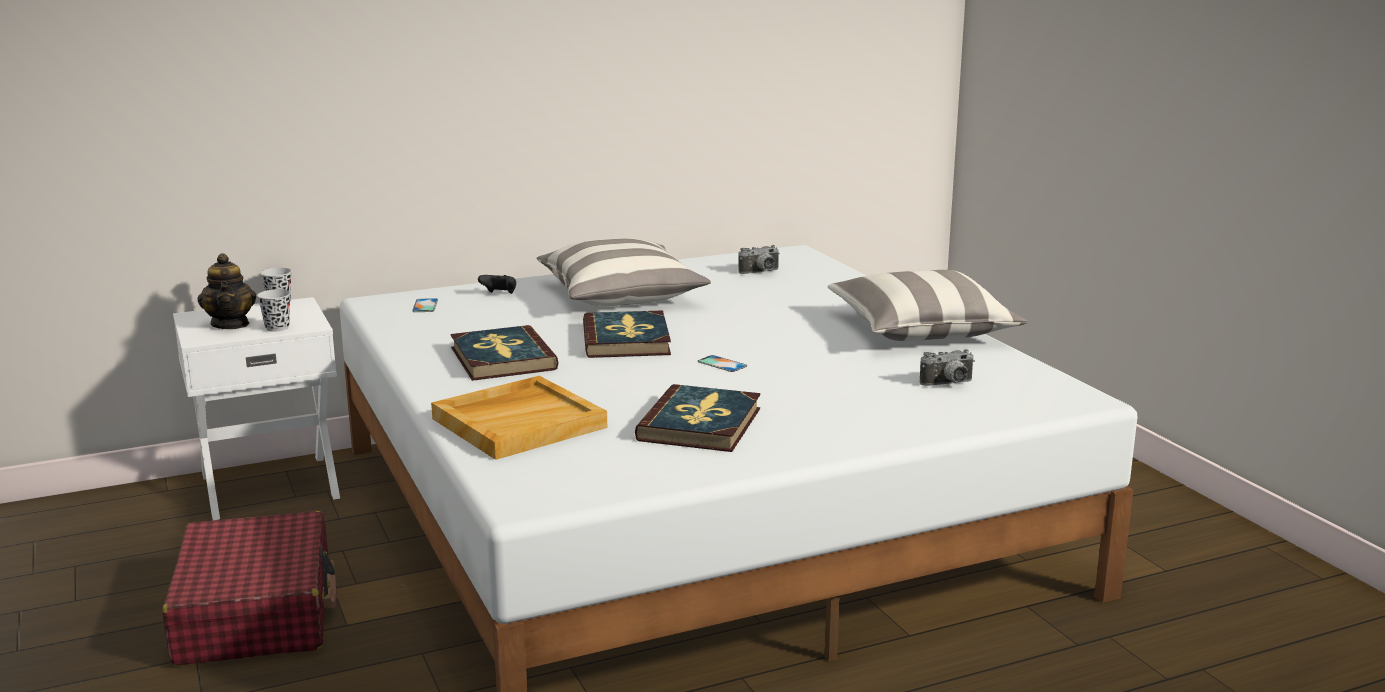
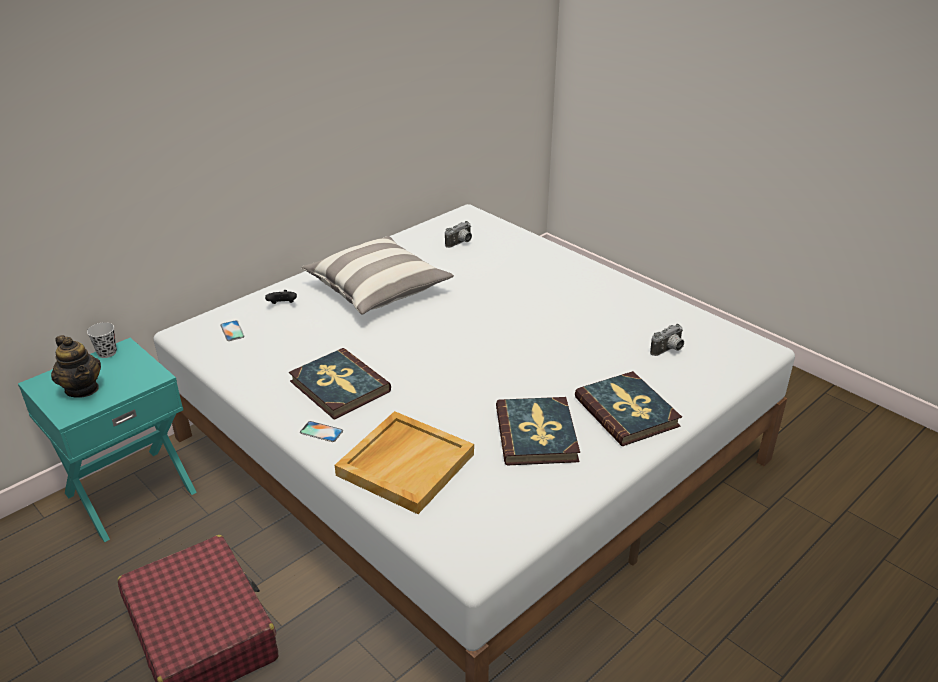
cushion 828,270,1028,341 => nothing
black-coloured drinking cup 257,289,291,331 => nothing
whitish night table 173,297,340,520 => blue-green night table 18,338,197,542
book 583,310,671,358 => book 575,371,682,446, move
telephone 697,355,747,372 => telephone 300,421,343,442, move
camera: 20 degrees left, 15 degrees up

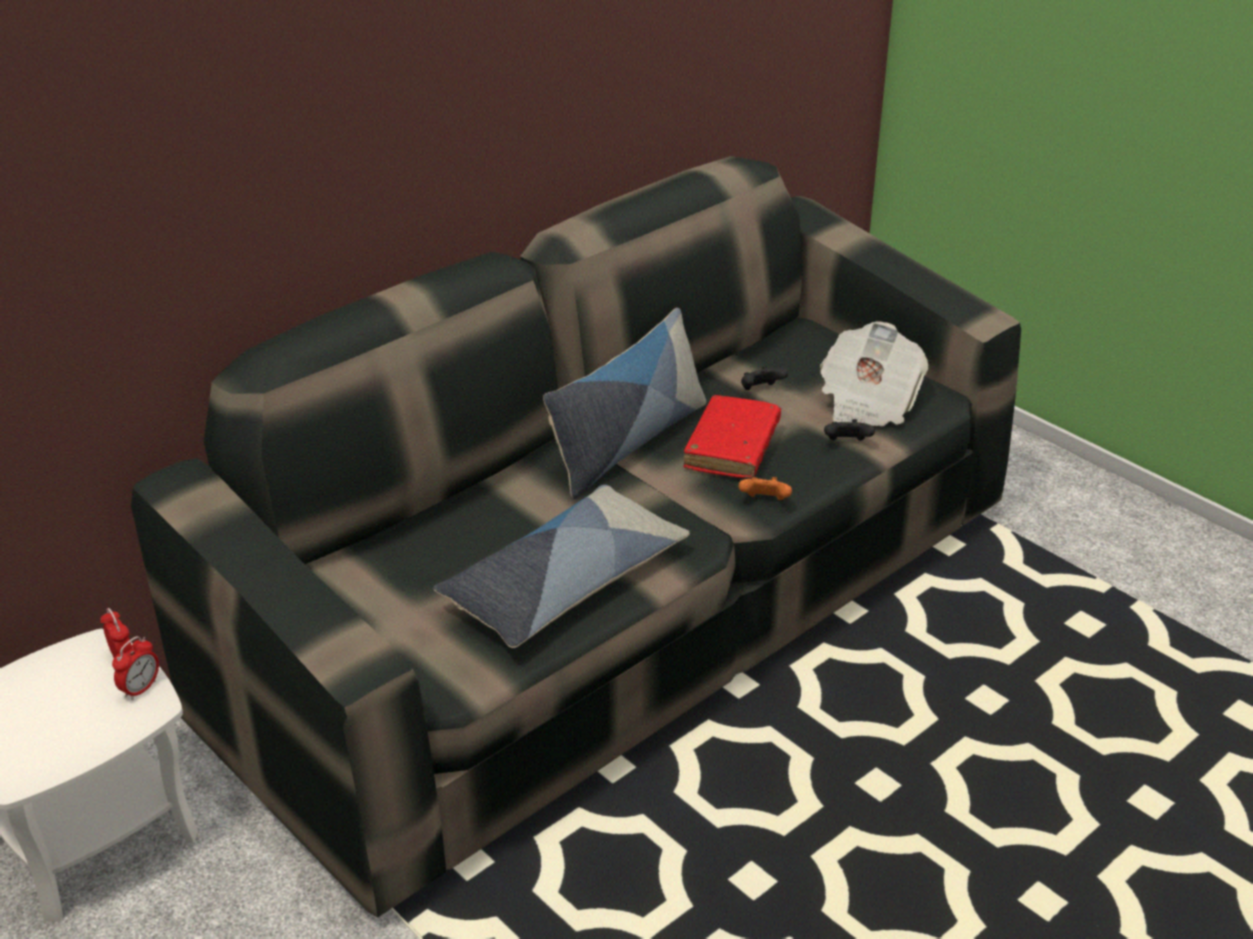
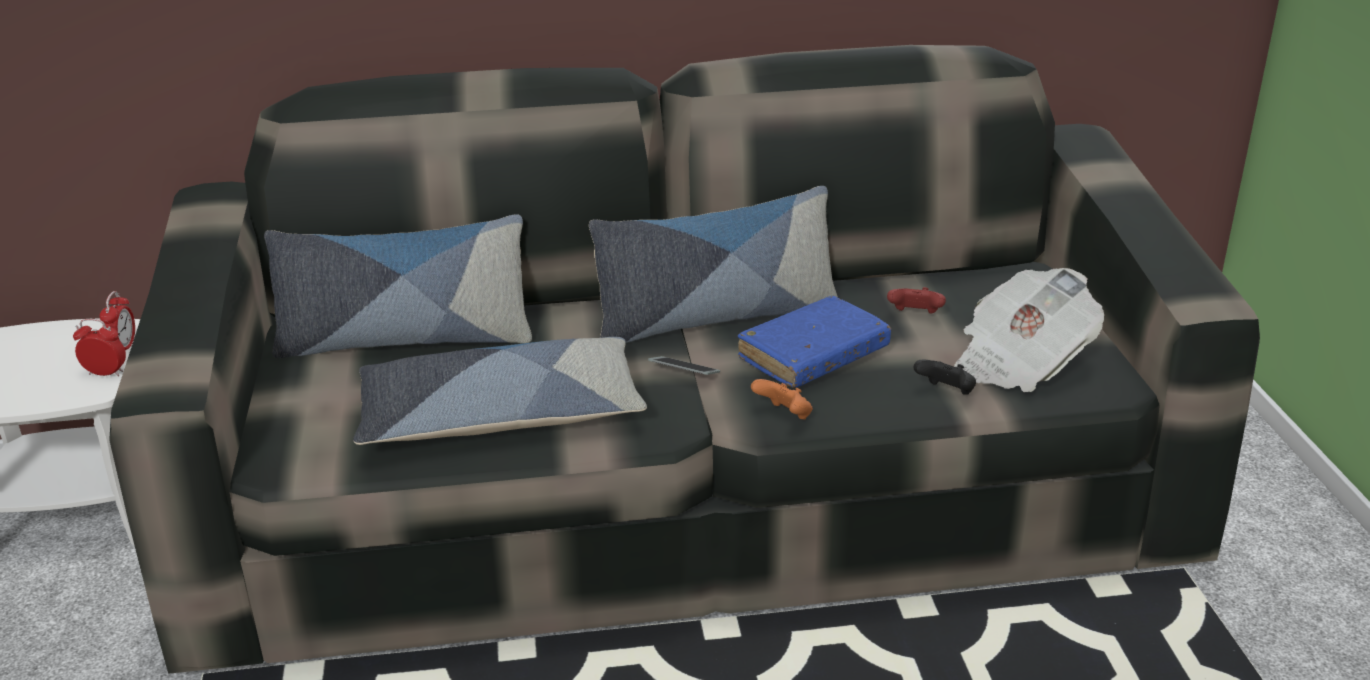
black-coloured joypad 741,366,788,390 => reddish joypad 887,287,946,314
reddish book 683,395,781,478 => blue-coloured book 737,296,891,388
bedside clock 112,636,159,700 => bedside clock 73,319,126,376, 150 degrees counterclockwise
nothing => cushion 264,214,532,358
nothing => telephone 648,356,720,375
camera: 35 degrees right, 5 degrees down

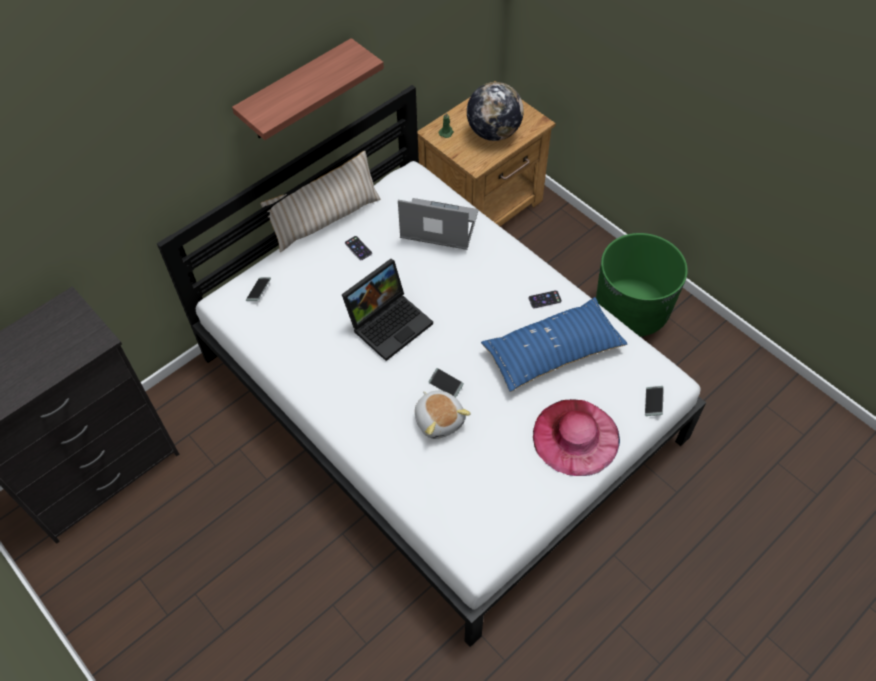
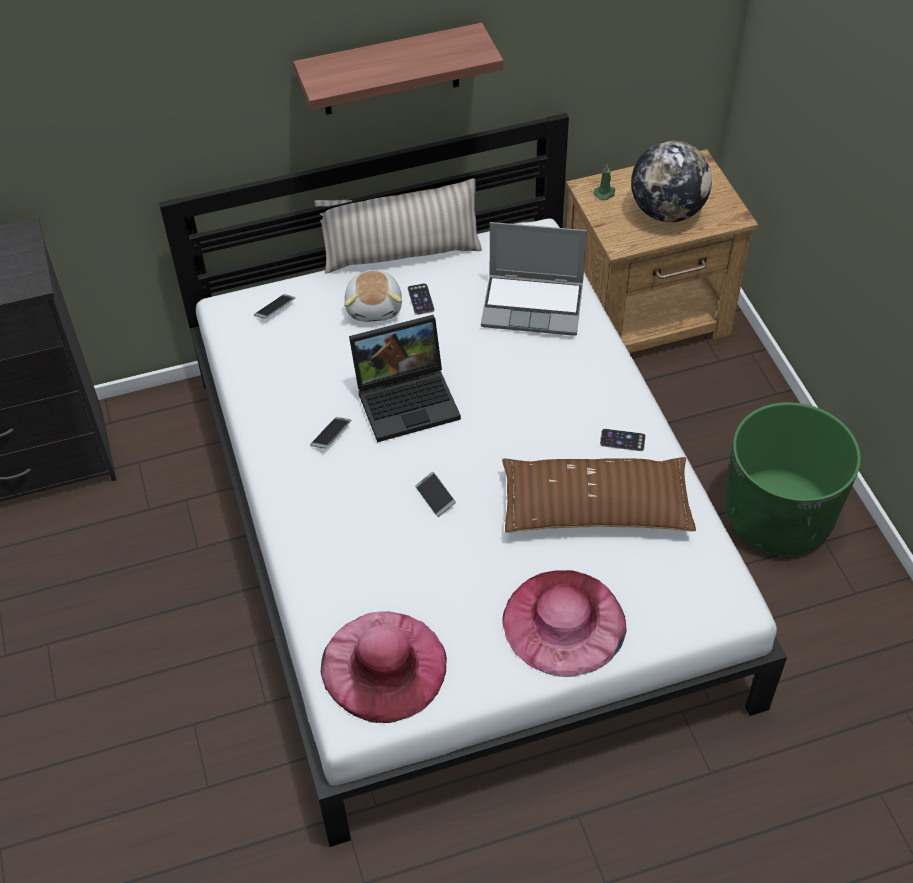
notebook computer 398,198,479,250 => notebook computer 481,222,587,336, 150 degrees clockwise
blue-coloured cushion 481,297,628,392 => brown-coloured cushion 502,457,696,533
telephone 645,386,664,416 => telephone 310,417,351,449, move
plush toy 415,391,471,439 => plush toy 344,270,402,322, move
nothing => pink clothing hat 321,611,447,723
camera: 25 degrees right, 5 degrees down

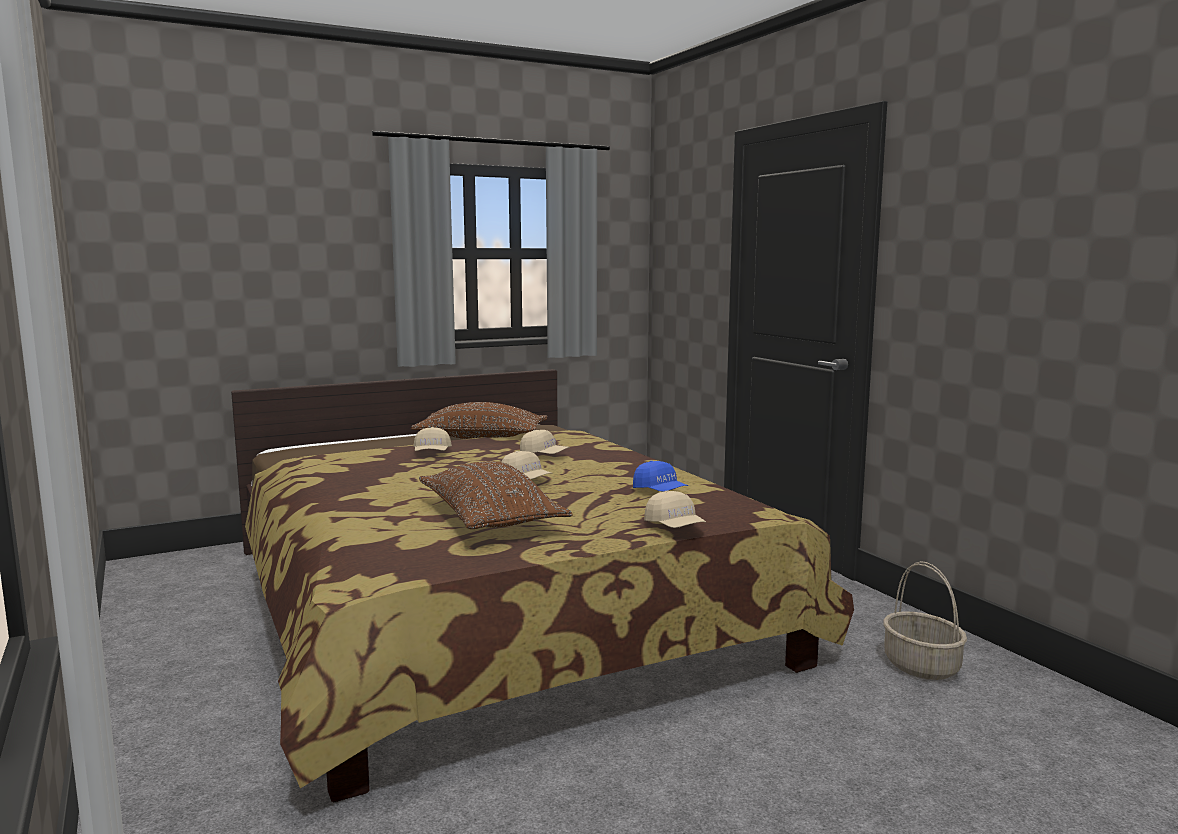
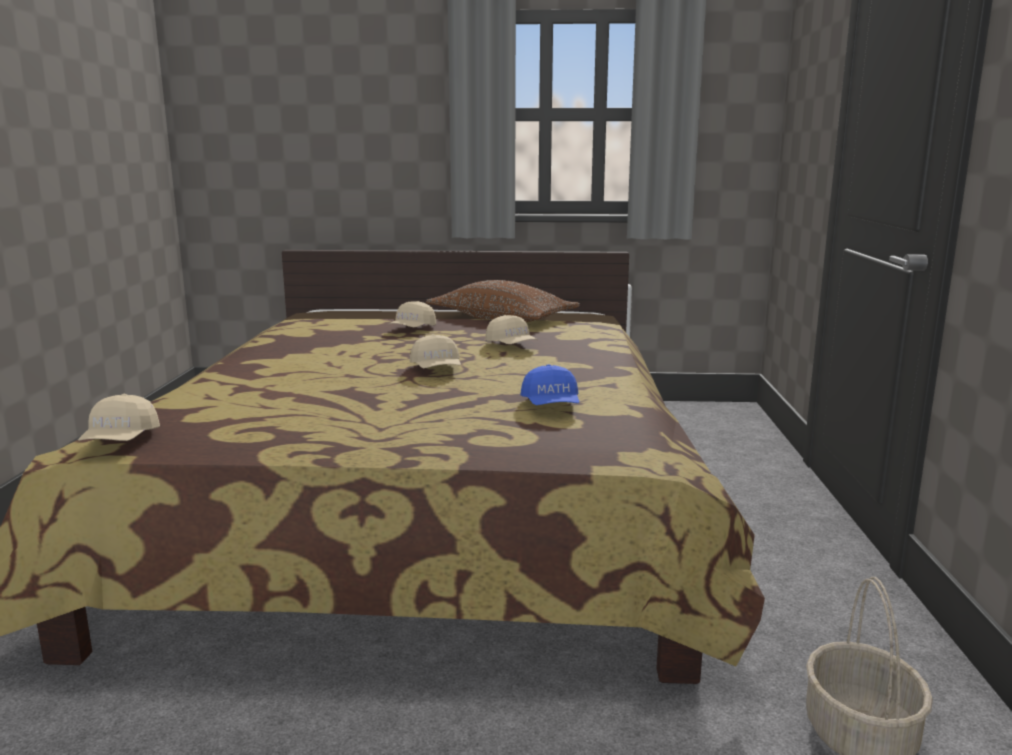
brown-coloured cushion 419,461,573,529 => nothing
beige peaked cap 644,491,706,528 => beige peaked cap 78,394,160,441, move
camera: 30 degrees right, 5 degrees up

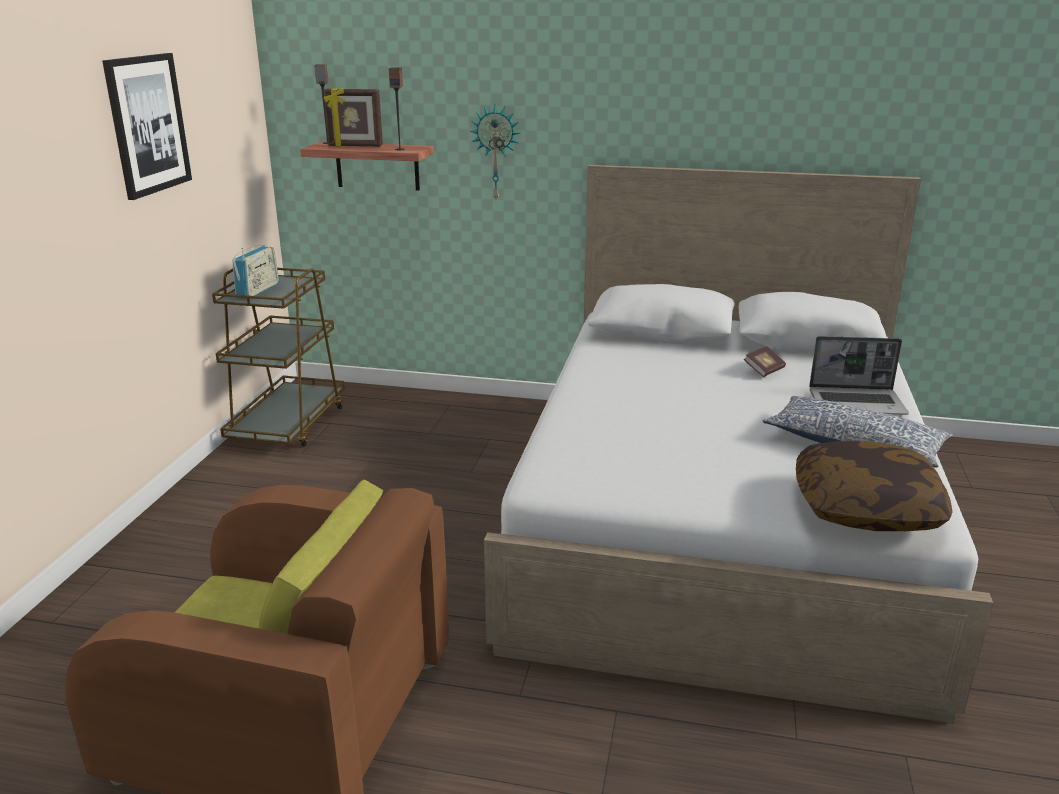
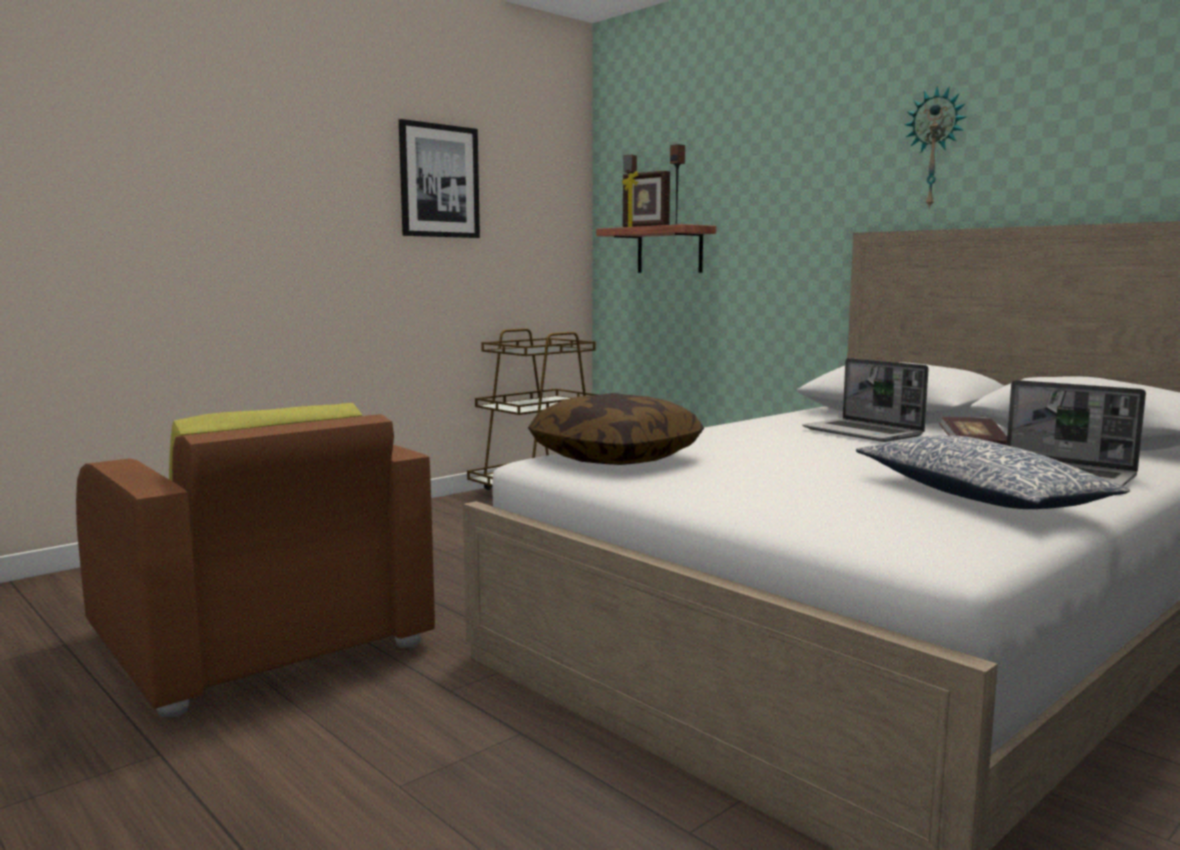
wall clock 470,105,520,200 => wall clock 904,86,967,209, move
radio set 232,245,279,299 => nothing
cushion 796,441,952,531 => cushion 528,393,704,465, move
nothing => notebook computer 803,358,929,442
camera: 35 degrees right, 15 degrees down

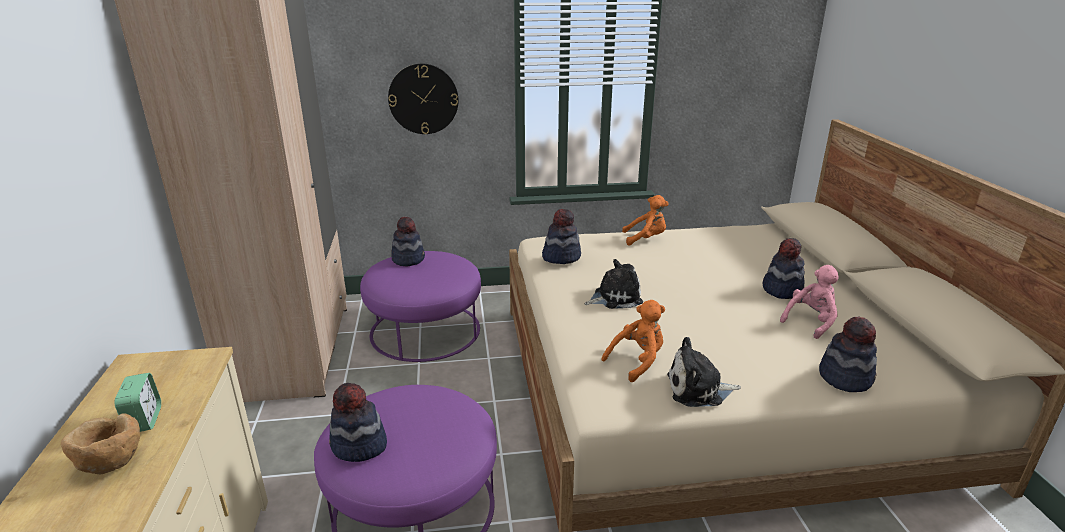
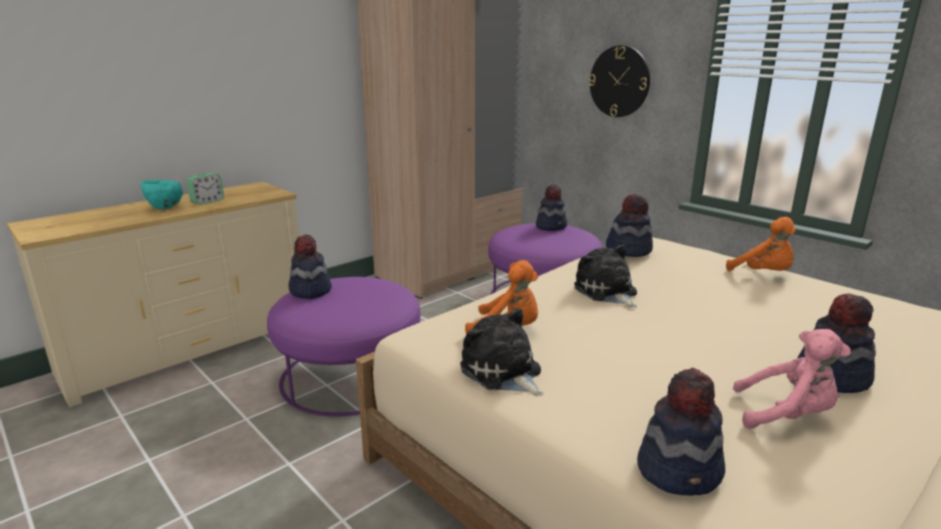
plush toy 585,259,643,309 => plush toy 574,244,637,307, 150 degrees counterclockwise
brown-coloured bowl 61,413,140,474 => blue-green bowl 141,180,183,210
camera: 55 degrees right, 5 degrees down

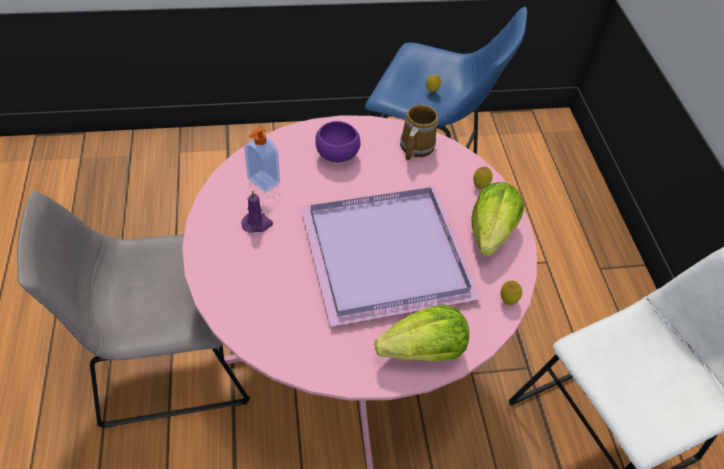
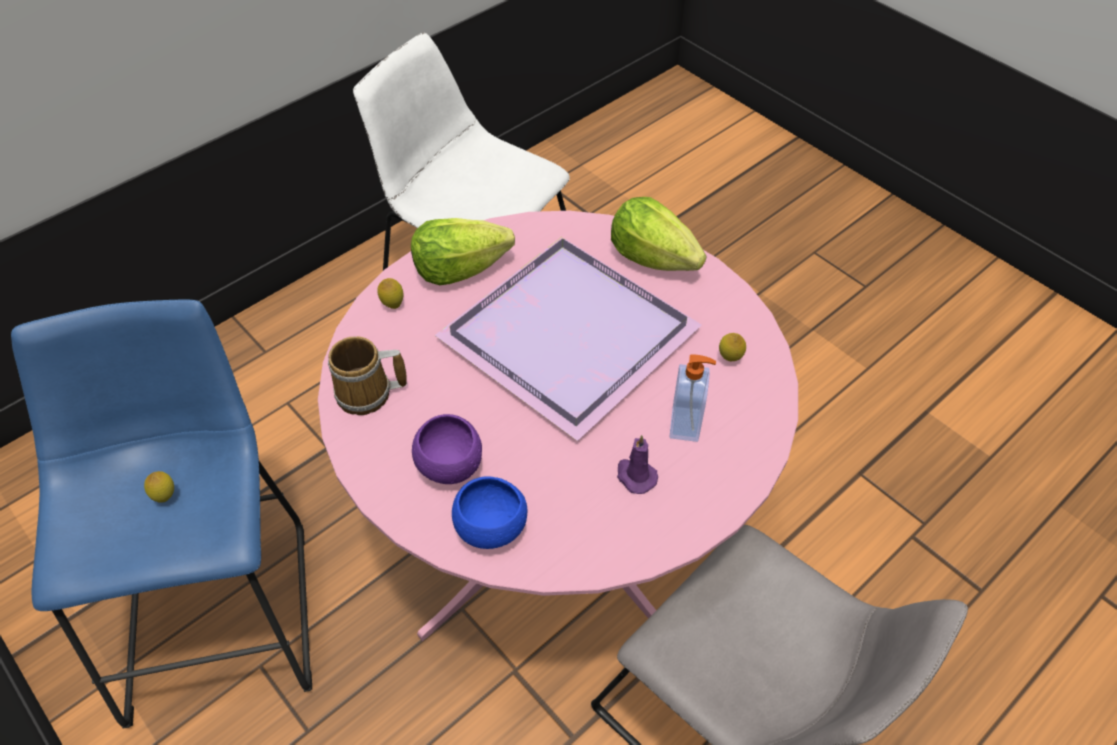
soap dispenser 244,127,280,193 => soap dispenser 670,354,716,442, move
lemon 501,281,522,305 => lemon 719,333,746,361, move
nothing => blue-coloured bowl 452,476,527,549
camera: 120 degrees left, 0 degrees up

